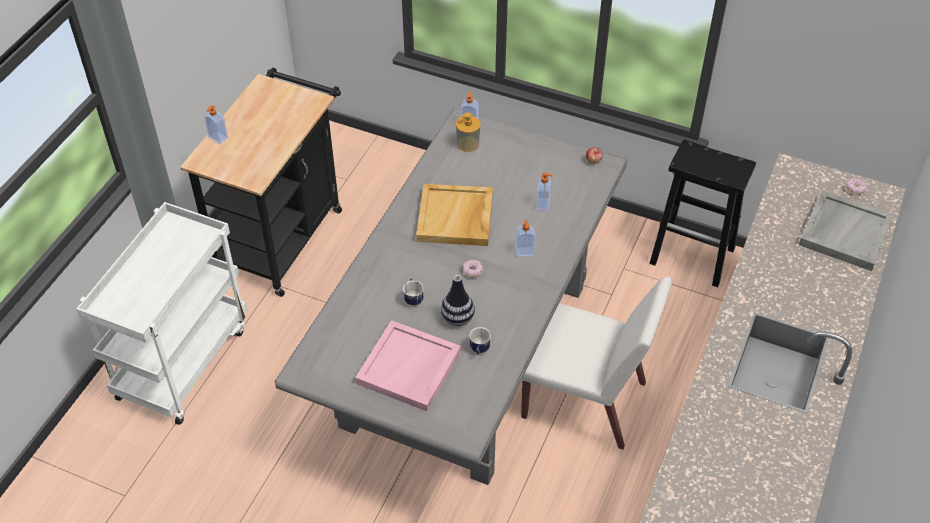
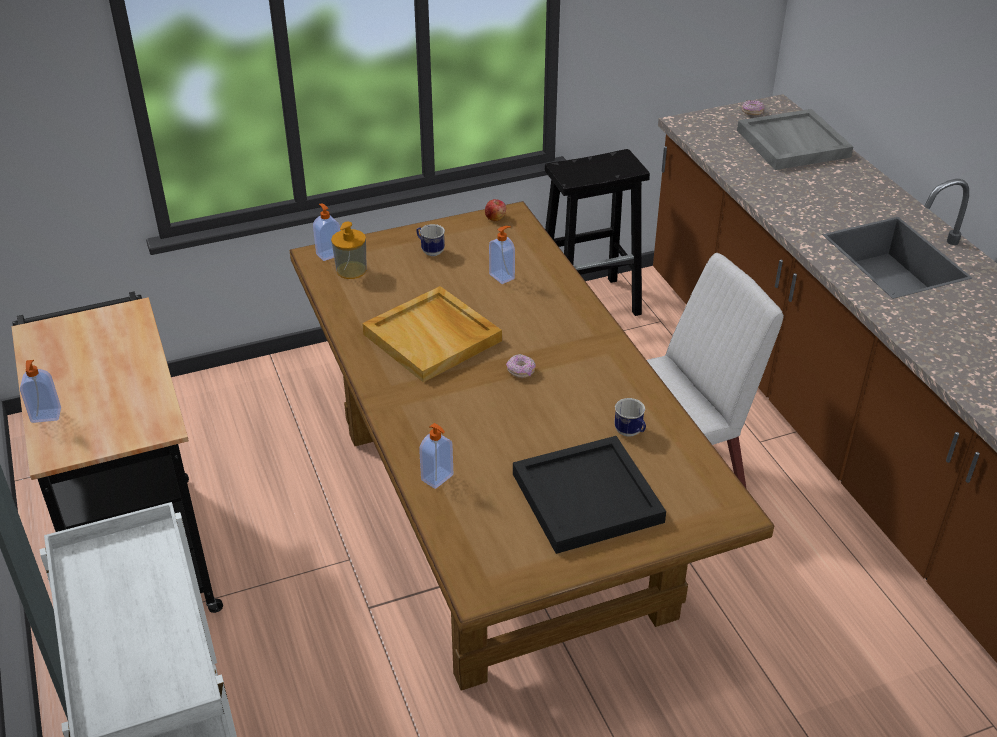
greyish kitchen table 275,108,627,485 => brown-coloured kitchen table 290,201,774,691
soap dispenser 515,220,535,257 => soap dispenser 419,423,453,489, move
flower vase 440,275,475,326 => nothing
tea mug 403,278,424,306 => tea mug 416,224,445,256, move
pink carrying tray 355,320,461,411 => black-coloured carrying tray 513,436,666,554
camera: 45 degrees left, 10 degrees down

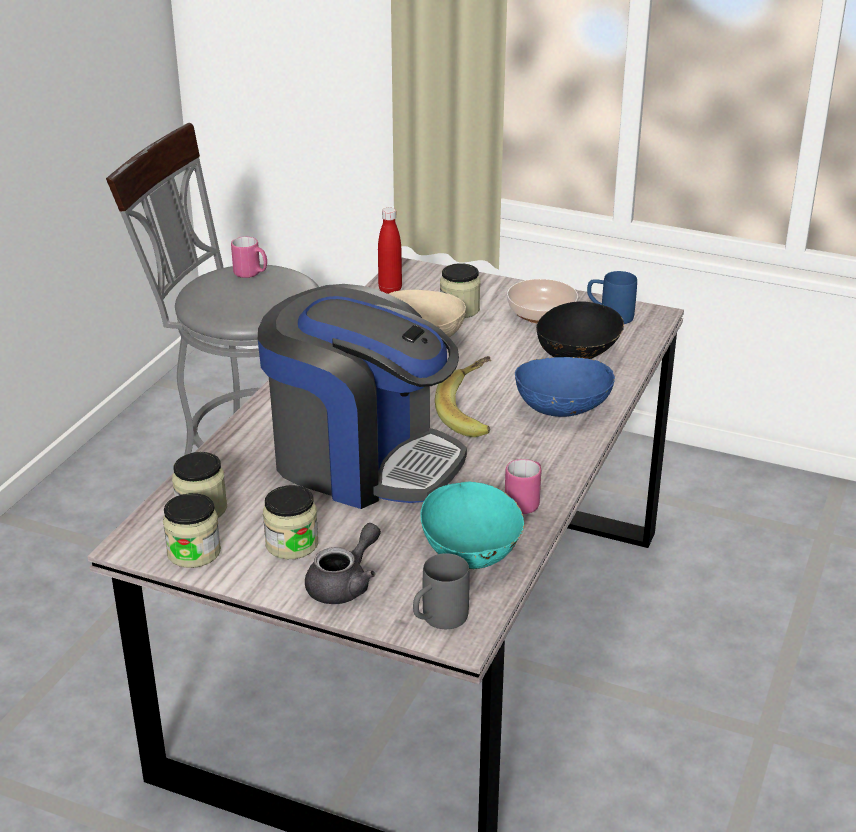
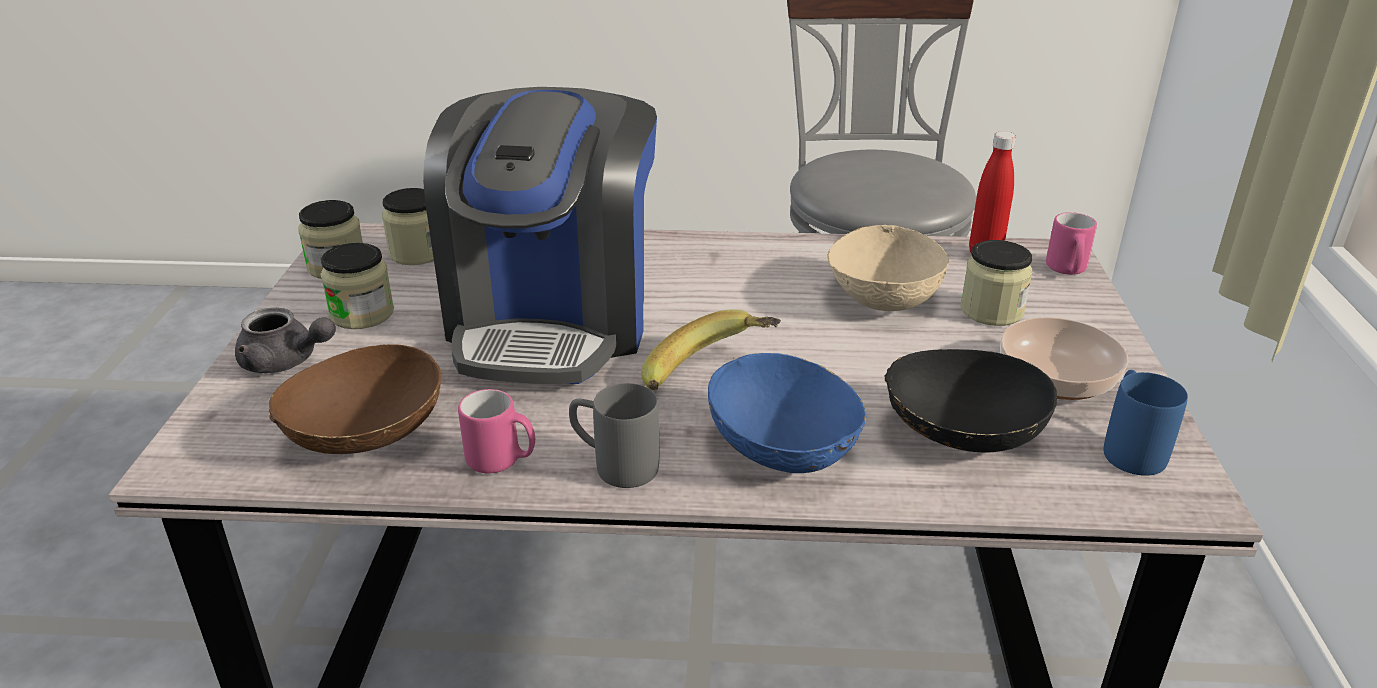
pink tea mug 231,237,267,278 => pink tea mug 1046,212,1097,275, move
blue-green bowl 420,481,524,569 => brown-coloured bowl 269,344,441,454
greyish tea mug 413,553,469,629 => greyish tea mug 569,383,659,488, move
camera: 70 degrees right, 0 degrees up

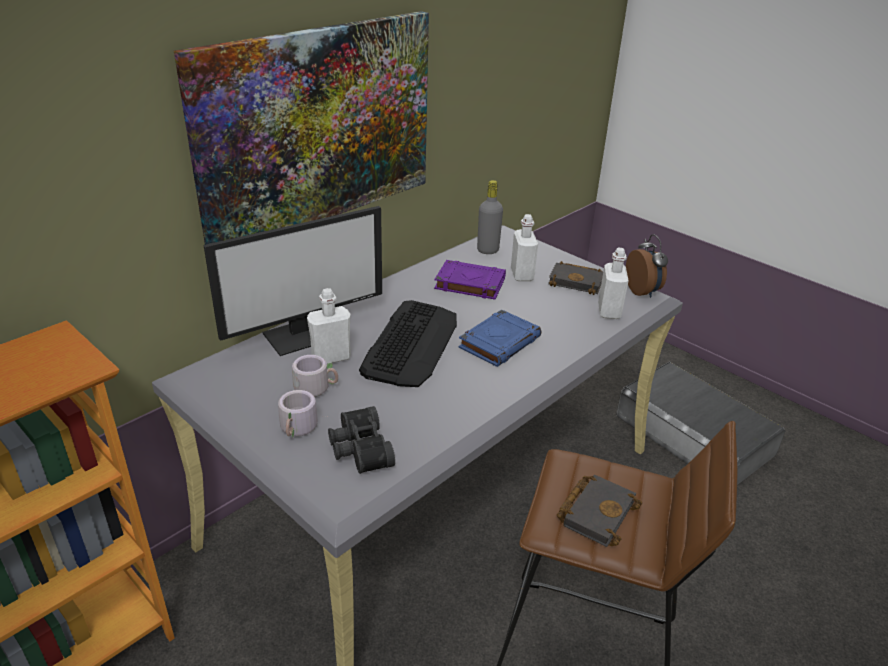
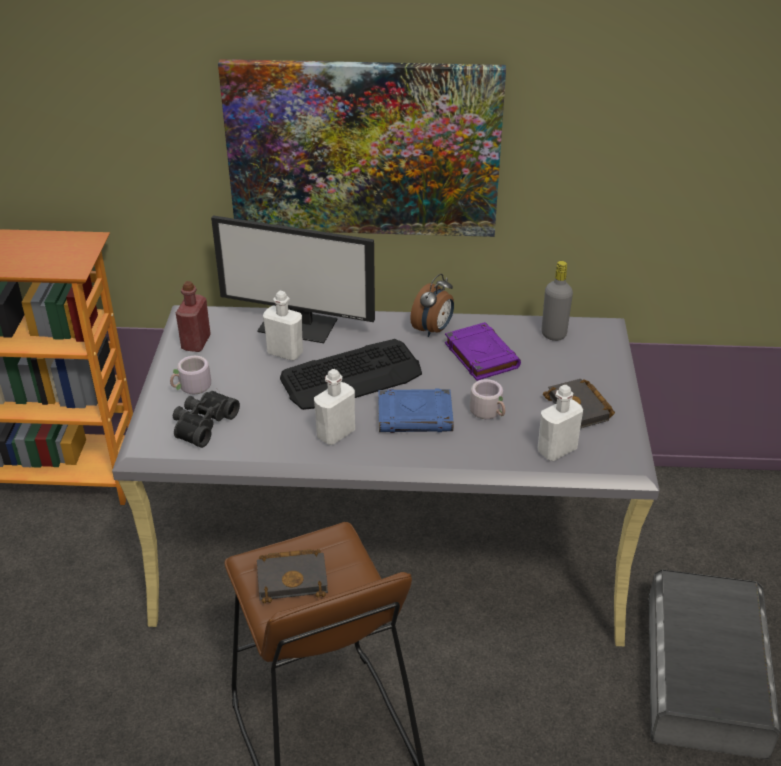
whitish beverage bottle 511,214,538,281 => whitish beverage bottle 314,369,355,445, move
bedside clock 626,234,668,298 => bedside clock 410,274,454,337, move
greyish tea mug 292,355,338,397 => greyish tea mug 470,379,505,419, move
nothing => reddish beverage bottle 176,281,211,352
camera: 50 degrees right, 5 degrees up

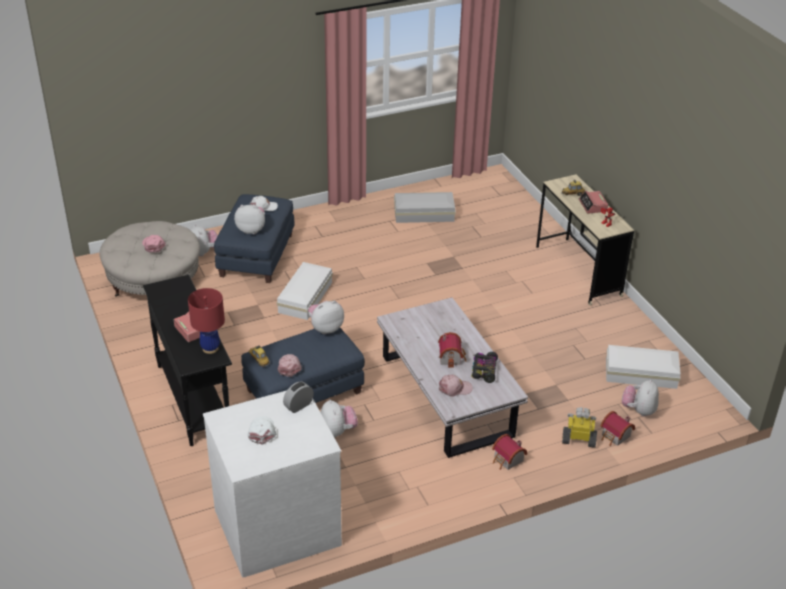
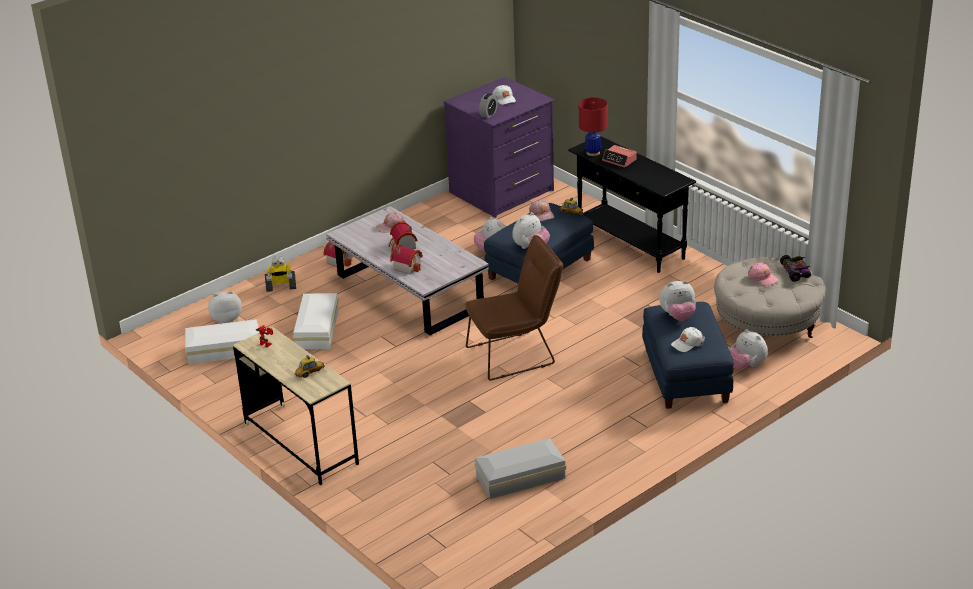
bedside clock 579,191,608,214 => nothing
whitish storage box 277,262,333,320 => whitish storage box 293,293,339,349, move
miniature car 471,352,498,383 => miniature car 780,255,812,282, move
plush toy 622,379,659,416 => plush toy 208,291,242,324, 105 degrees counterclockwise
whitish chest of drawers 203,390,342,577 => purplish chest of drawers 443,77,554,218
toy house 600,411,635,446 => toy house 390,245,423,274, move
nothing => brown-coloured upright chair 465,235,563,381
camera: 165 degrees right, 5 degrees down

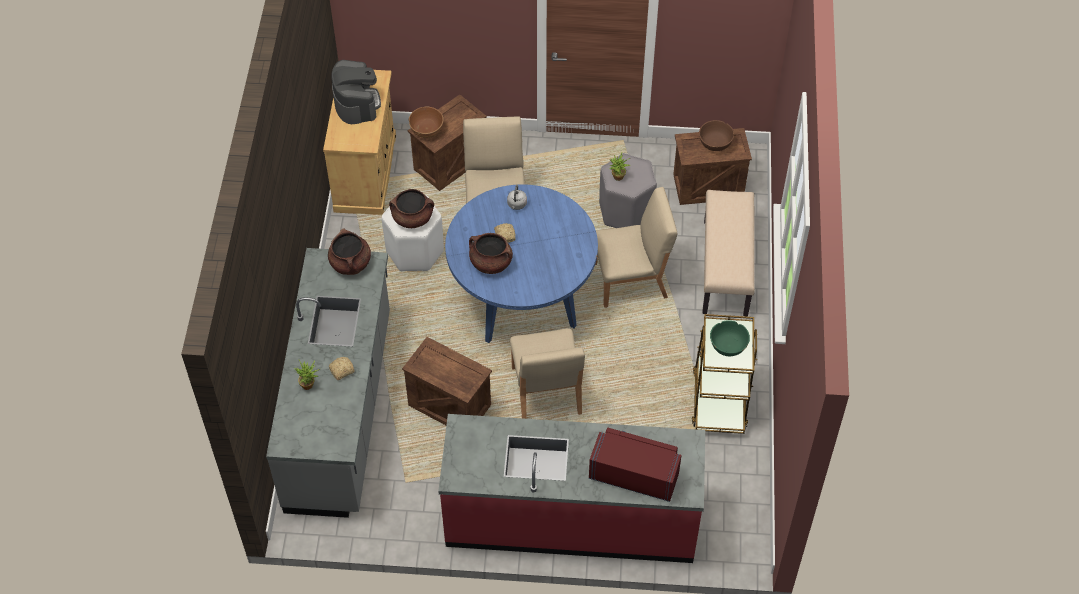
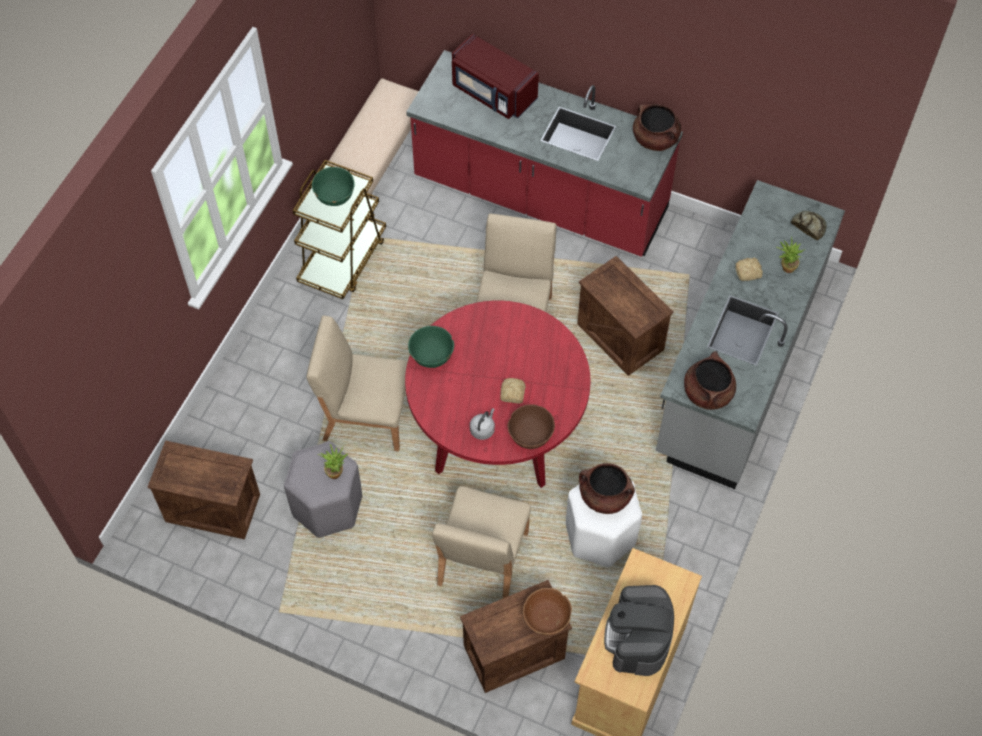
brown-coloured bowl 699,120,734,151 => brown-coloured bowl 508,404,555,449, move
blue-coloured kitchen table 445,184,598,343 => reddish kitchen table 405,301,591,488
beige indoor bench 702,190,755,317 => beige indoor bench 327,78,419,221, move
brown-coloured stockpot 469,233,513,274 => brown-coloured stockpot 633,104,681,151, move
nothing => baked bread 791,211,826,241
nothing => green-coloured bowl 408,326,454,368
camera: 160 degrees left, 5 degrees up

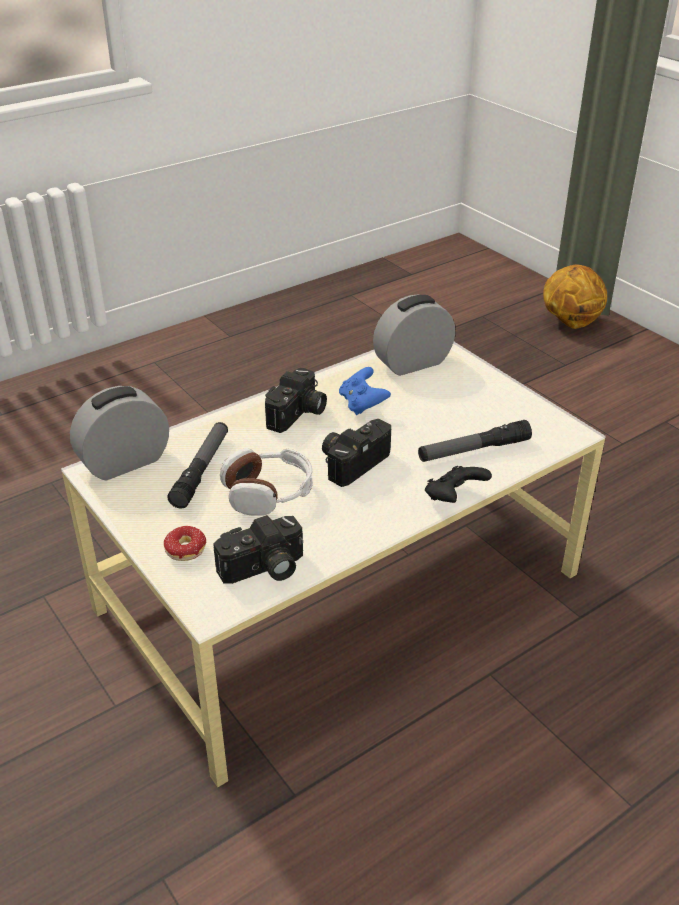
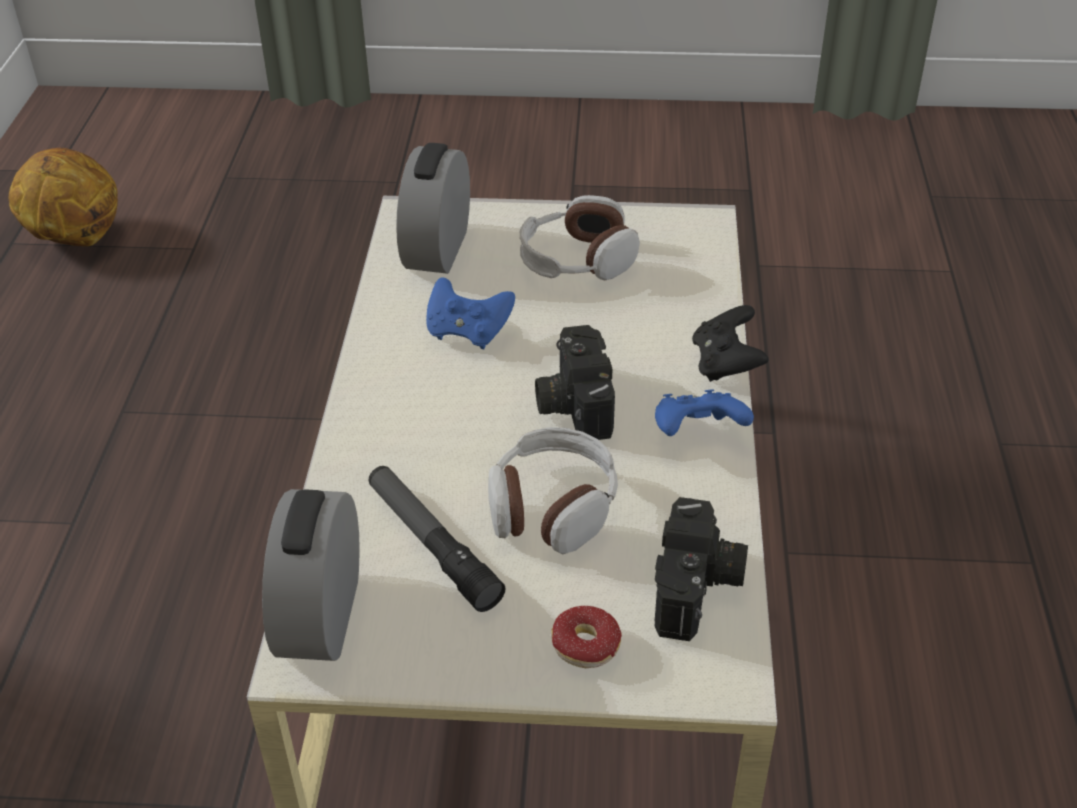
basketball ball 543,265,607,329 => basketball ball 9,148,118,246, move
photo camera 265,368,327,433 => nothing
flashlight 418,420,532,462 => nothing
nothing => pair of headphones 520,195,640,280
nothing => blue-coloured joypad 655,389,754,436
camera: 50 degrees left, 5 degrees up

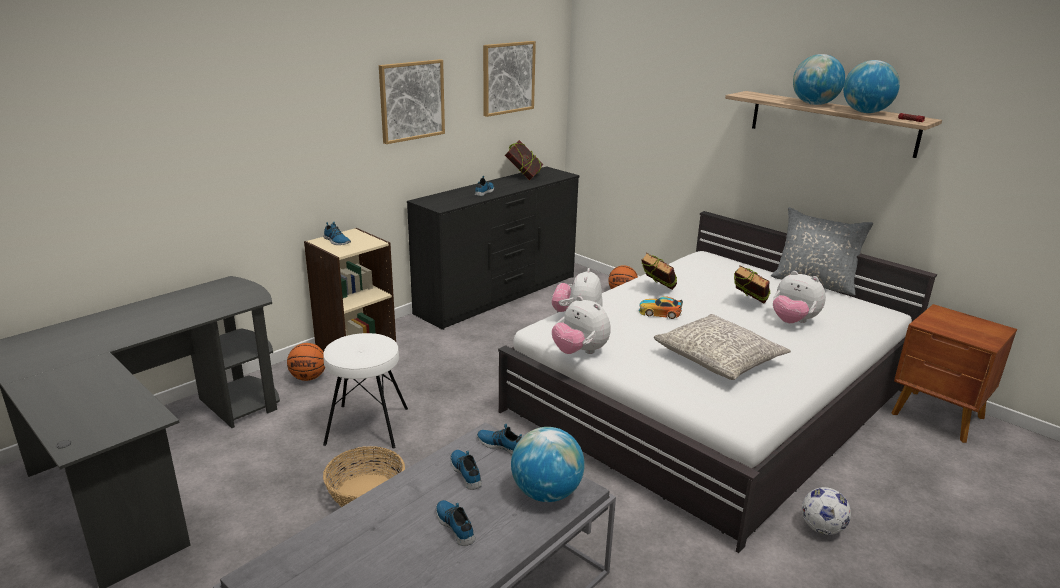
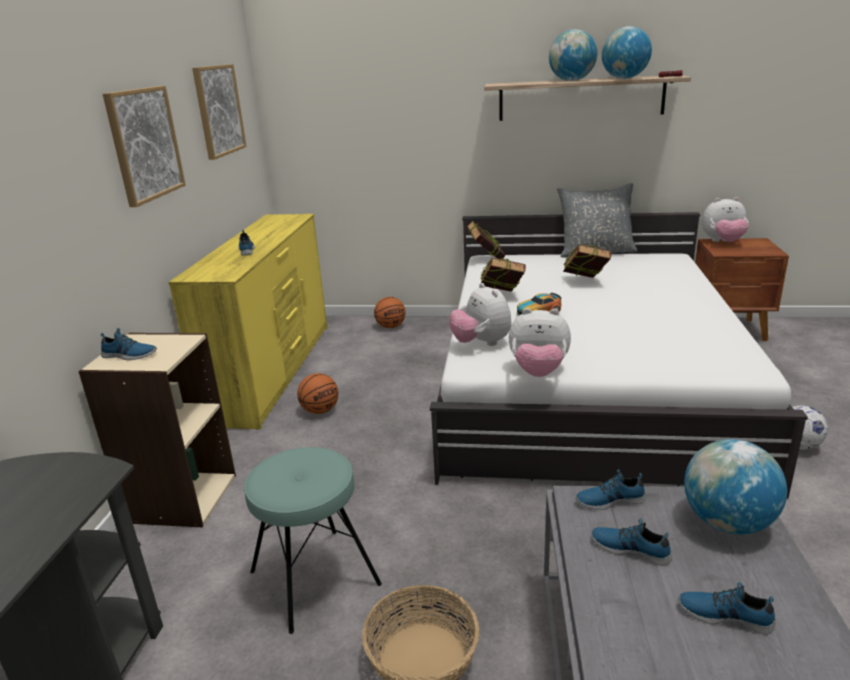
book 505,140,544,180 => book 467,220,506,259, move
black-coloured chest of drawers 407,166,580,330 => yellow chest of drawers 168,214,327,430
plush toy 773,271,826,323 => plush toy 702,197,749,242, move
greyish cushion 654,314,791,380 => nothing
whitish stool 323,333,408,448 => blue-green stool 244,447,382,634
basketball ball 287,343,325,381 => basketball ball 297,373,339,414, move
camera: 35 degrees left, 0 degrees up

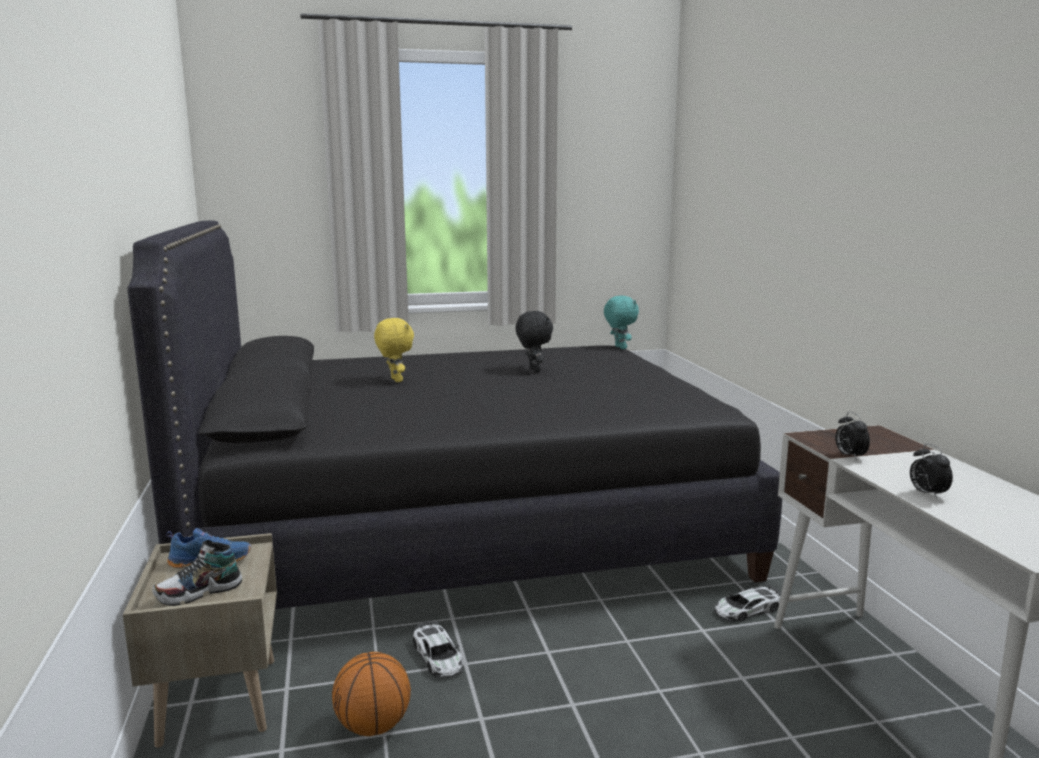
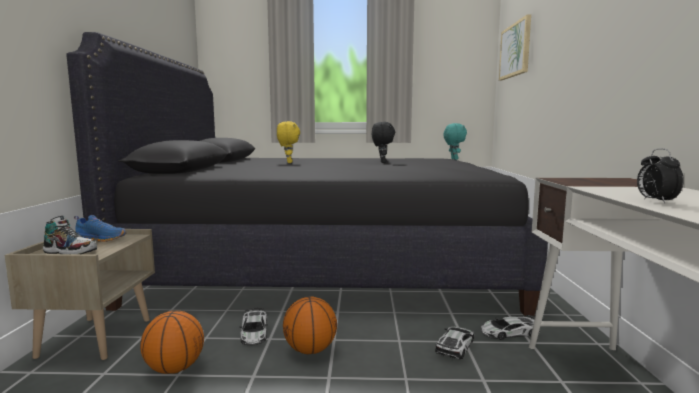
bedside clock 835,412,870,460 => nothing
item of footwear 153,540,242,606 => item of footwear 43,216,97,254, 150 degrees counterclockwise
nothing => picture 499,15,531,80
nothing => basketball ball 283,296,337,354
nothing => miniature car 435,327,474,360
camera: 15 degrees right, 5 degrees down

